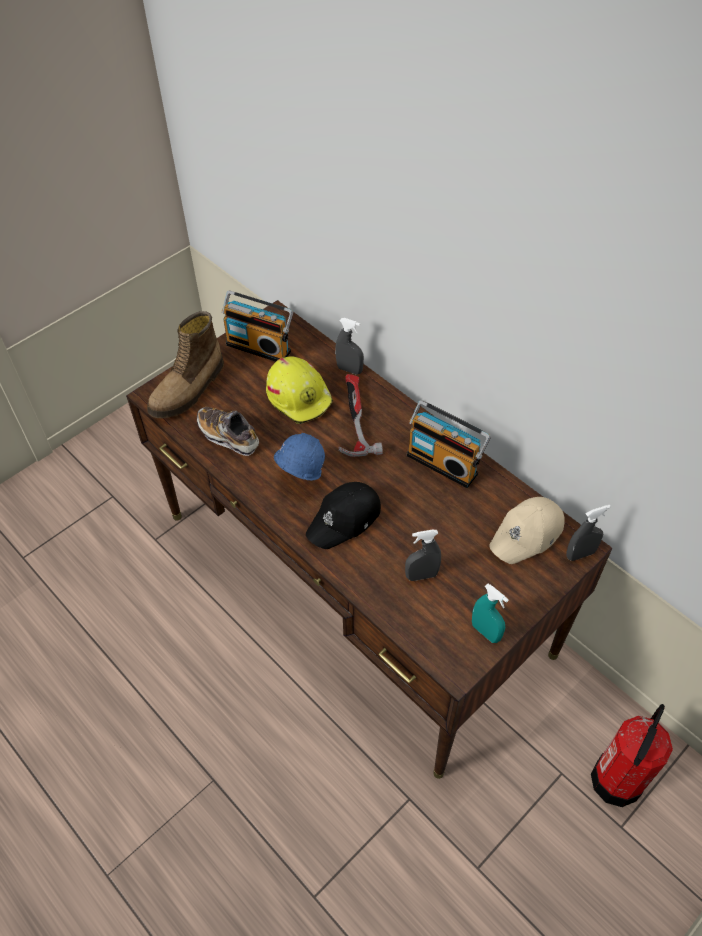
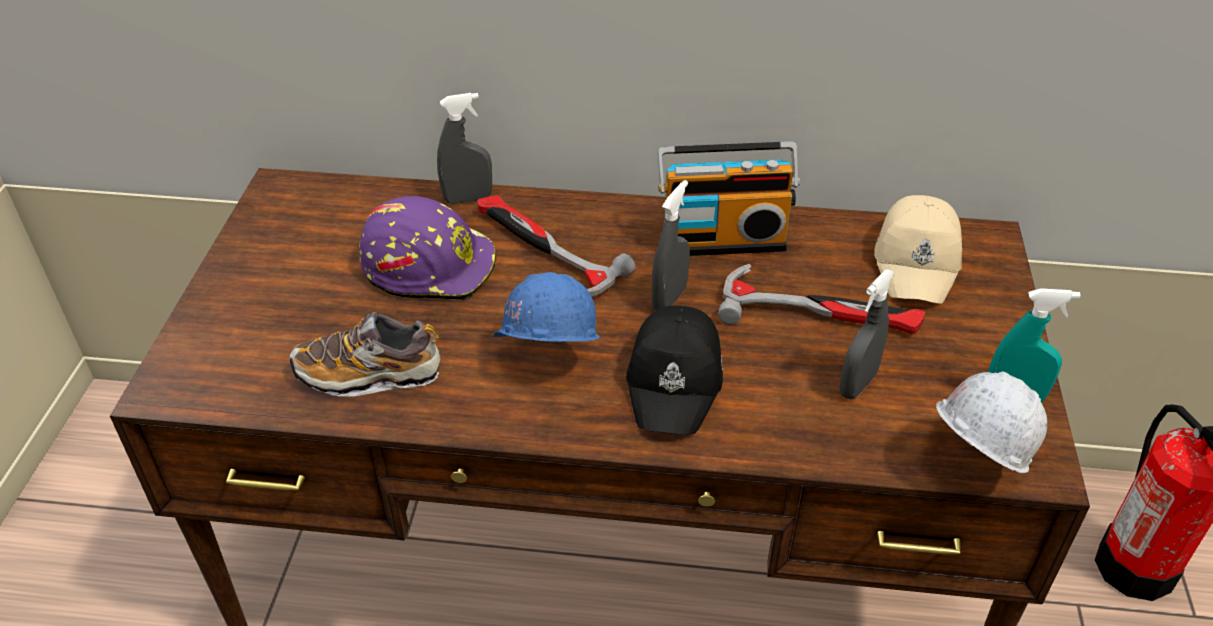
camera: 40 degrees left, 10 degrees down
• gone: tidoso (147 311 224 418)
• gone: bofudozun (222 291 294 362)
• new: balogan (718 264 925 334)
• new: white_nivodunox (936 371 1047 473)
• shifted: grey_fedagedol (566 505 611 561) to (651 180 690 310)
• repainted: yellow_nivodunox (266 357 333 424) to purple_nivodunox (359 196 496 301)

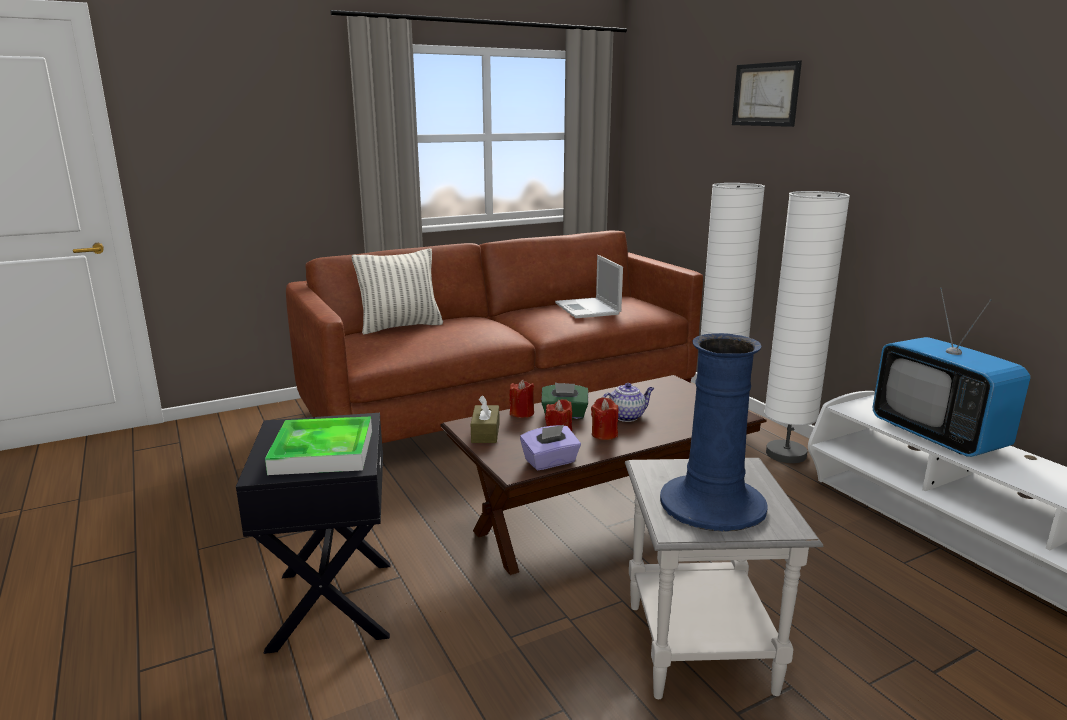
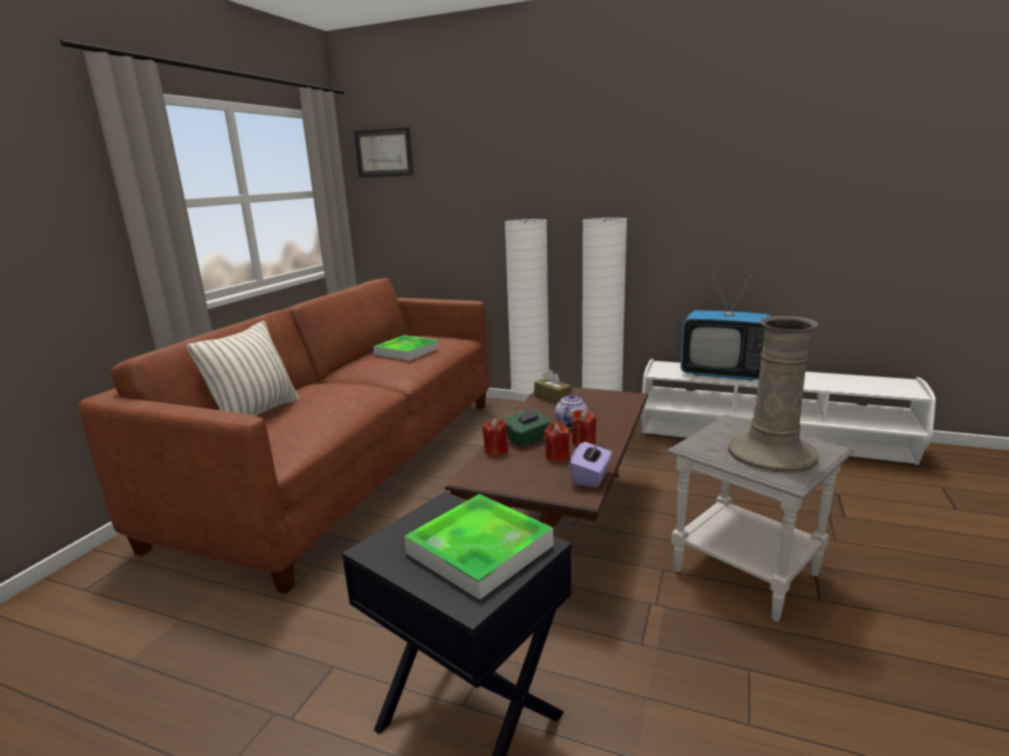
camera: 40 degrees left, 0 degrees up
• shifted: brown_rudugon (471 395 500 443) to (534 370 572 404)
• shifted: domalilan (732 60 802 127) to (354 127 413 178)
• swapped: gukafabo (555 255 623 318) to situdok (373 335 439 361)
• repainted: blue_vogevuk (660 333 768 532) to beige_vogevuk (728 316 819 473)

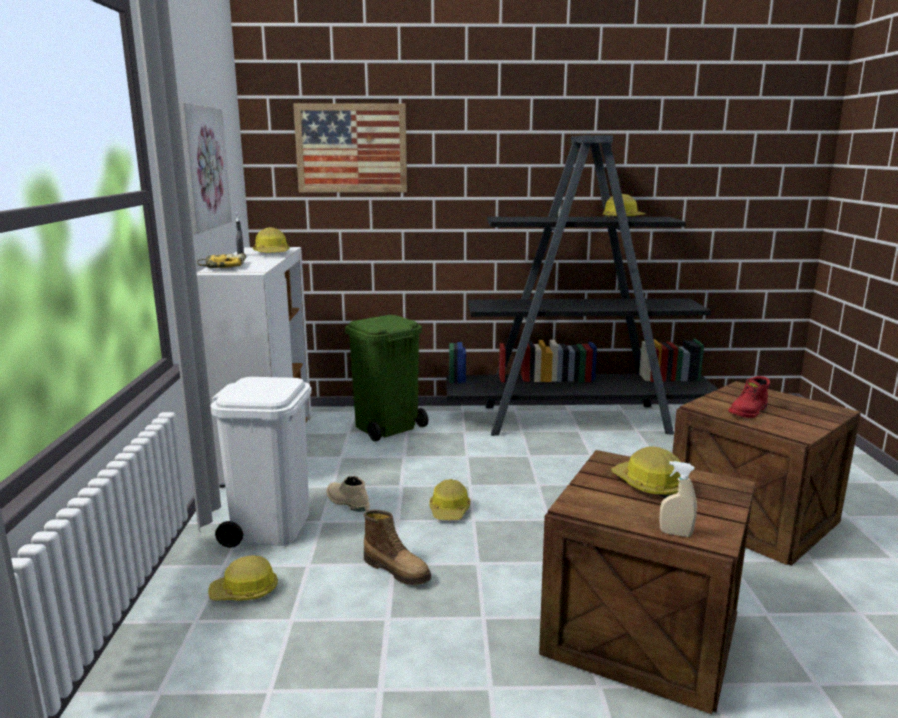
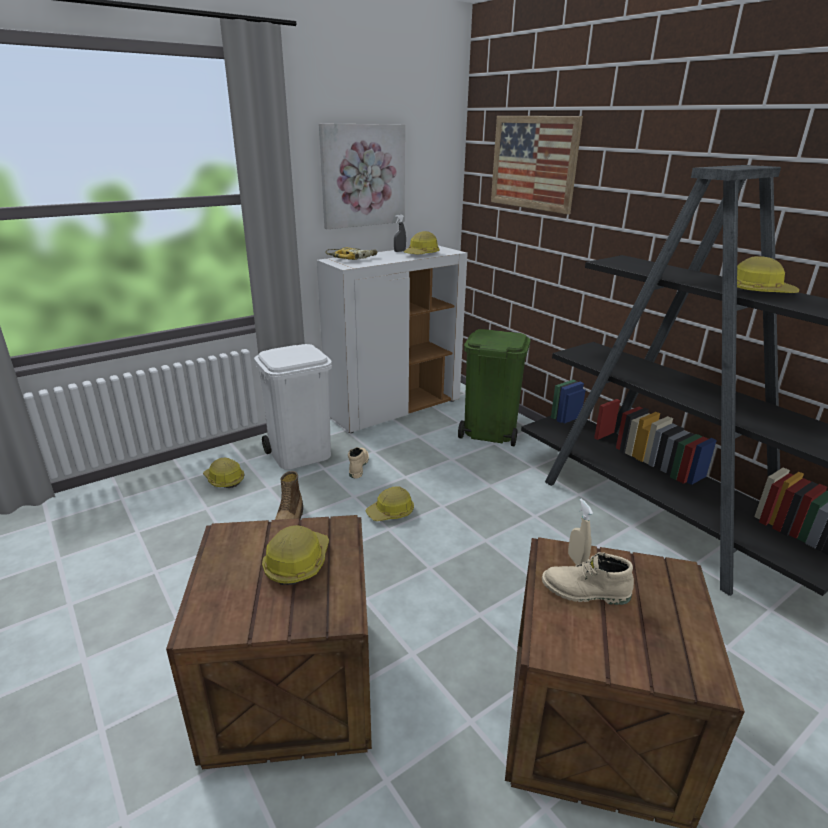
camera: 55 degrees right, 10 degrees up
• shifted: beige_fedagedol (659 461 697 537) to (568 498 593 565)
• repainted: red_tidoso (728 376 770 418) to beige_tidoso (542 552 634 605)

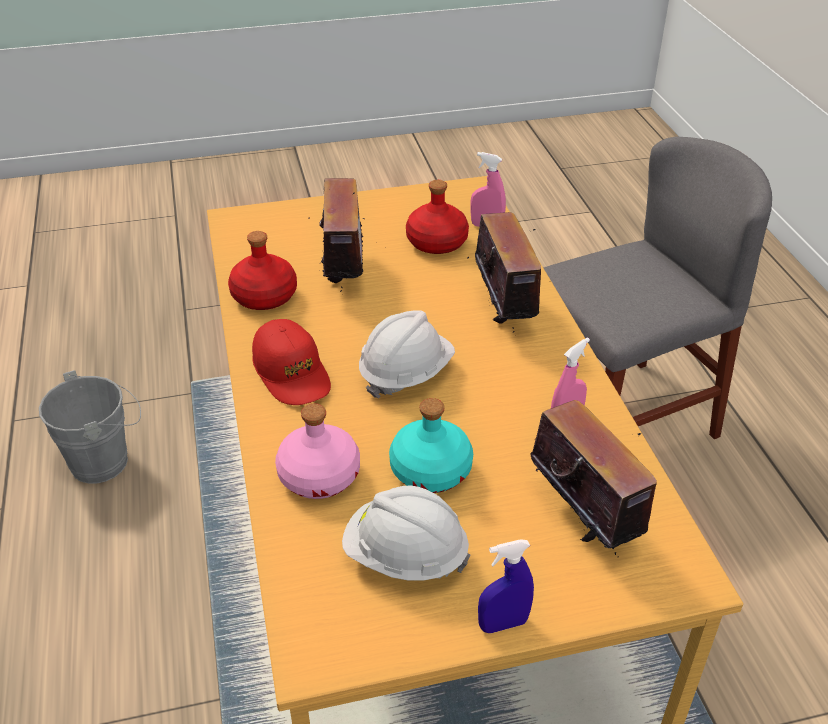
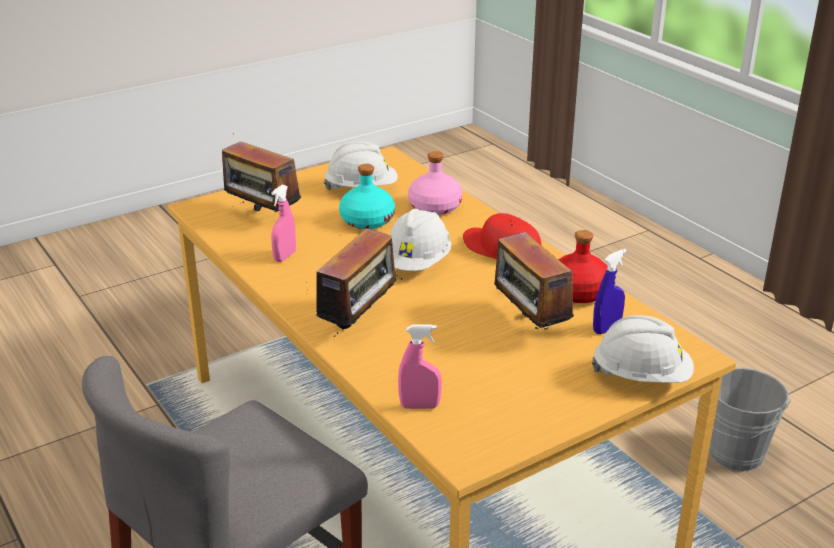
camera: 160 degrees right, 10 degrees down
• gone: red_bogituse (406 180 469 254)
• new: white_nivodunox (592 315 694 383)
• shifted: blue_fedagedol (478 539 534 633) to (593 249 627 334)
• rotated: bofudozun (467 212 541 333) = (316 228 403 337) 120 degrees counterclockwise

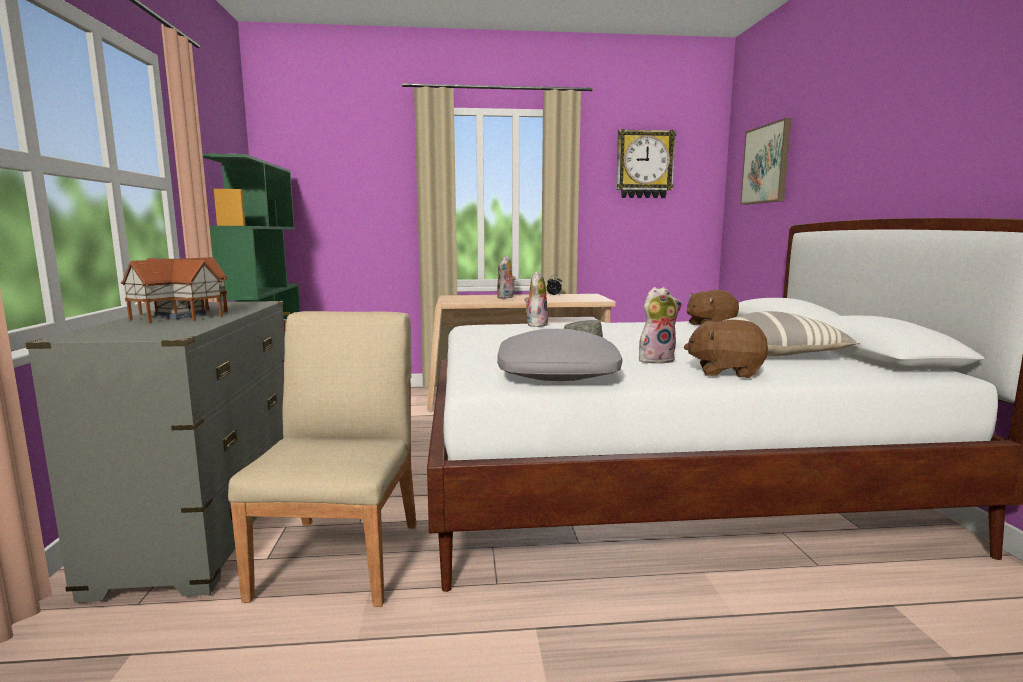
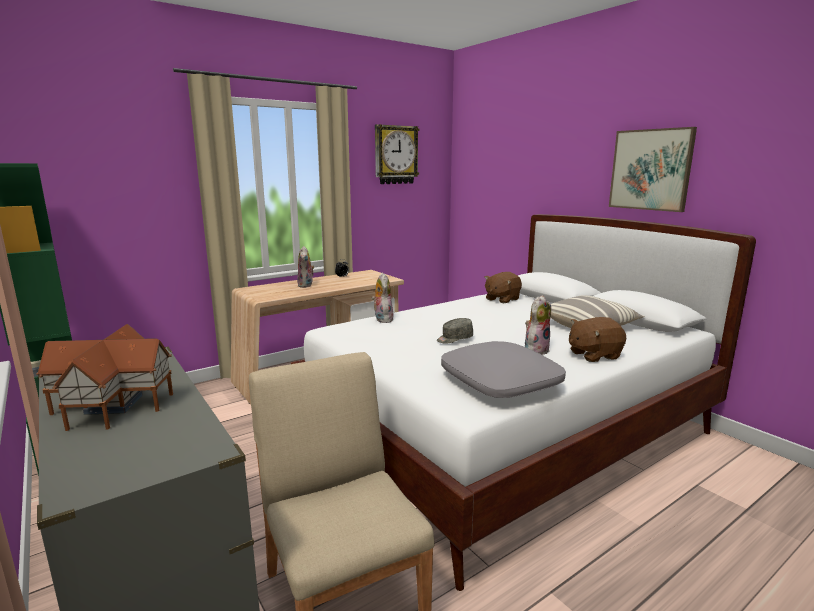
camera: 30 degrees left, 5 degrees up
• shifted: domalilan (740 118 791 205) to (609 127 697 212)

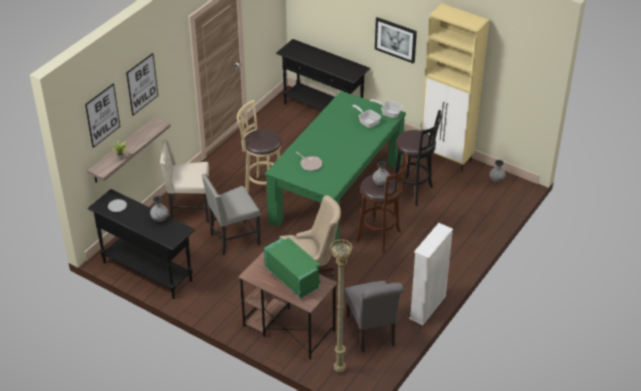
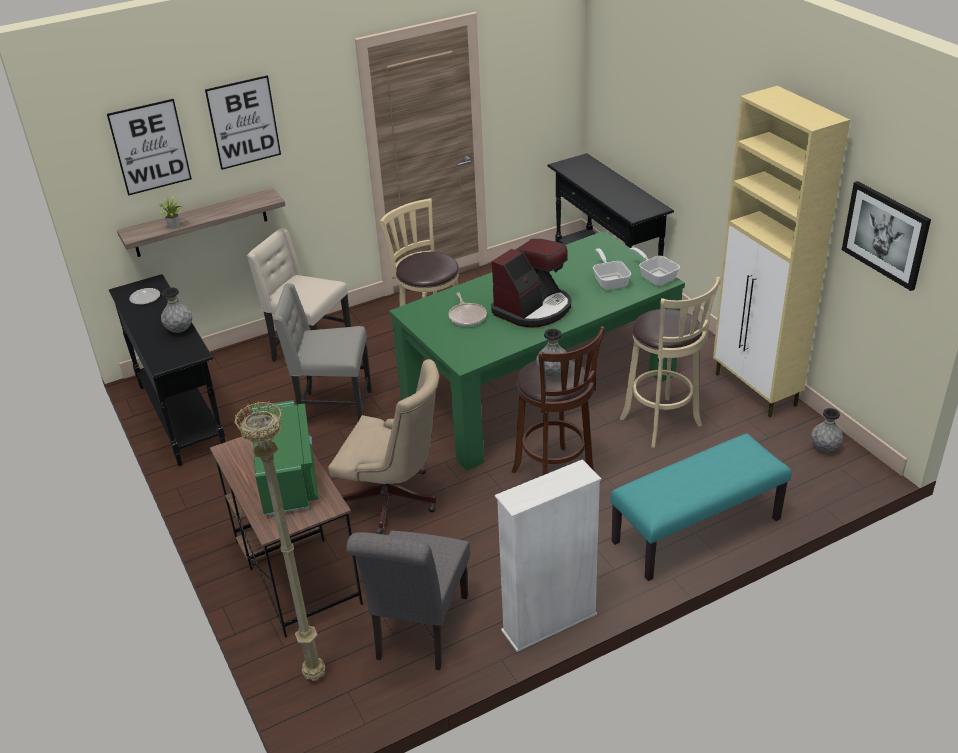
camera: 30 degrees right, 5 degrees down
• new: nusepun (491 239 571 327)
• new: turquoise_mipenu (610 434 792 581)
• shifted: domalilan (375 17 417 64) to (842 181 931 291)
• repainted: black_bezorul (394 110 442 206) to beige_bezorul (620 277 721 448)

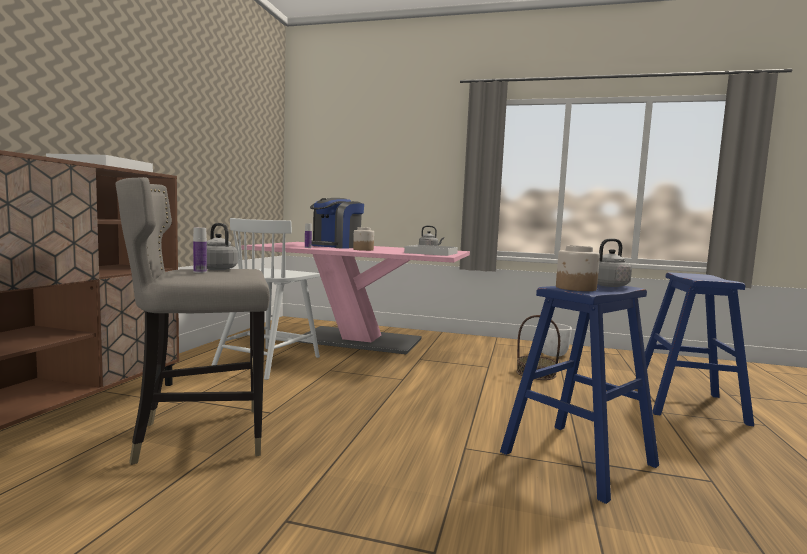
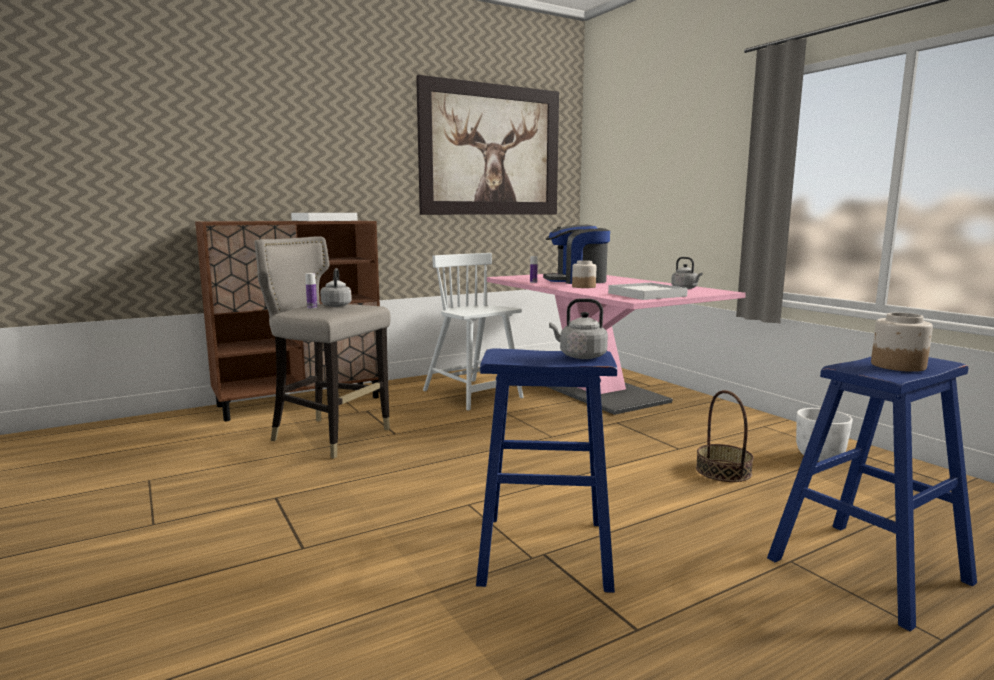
camera: 45 degrees right, 5 degrees up
• new: domalilan (416 75 559 215)
• shifted: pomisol (556 245 600 291) to (871 313 933 372)
• rotated: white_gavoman (211 218 320 380) = (423 253 524 411) 75 degrees clockwise

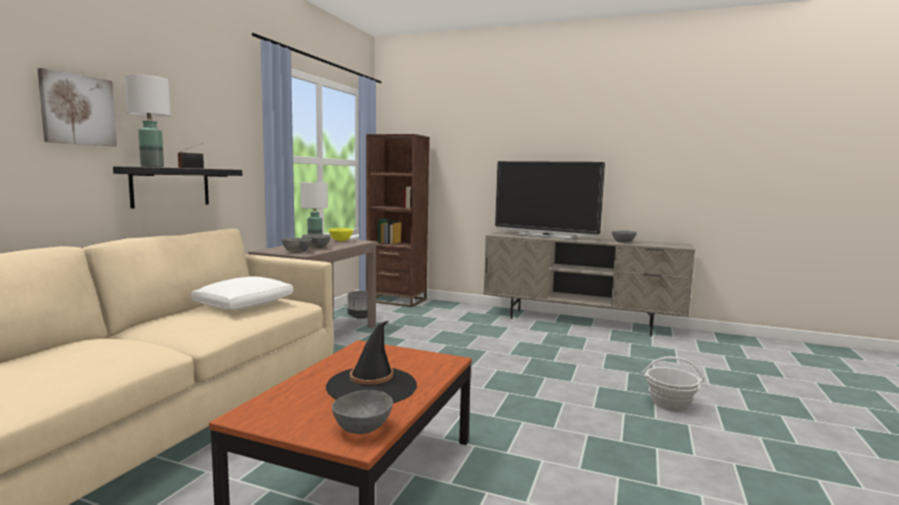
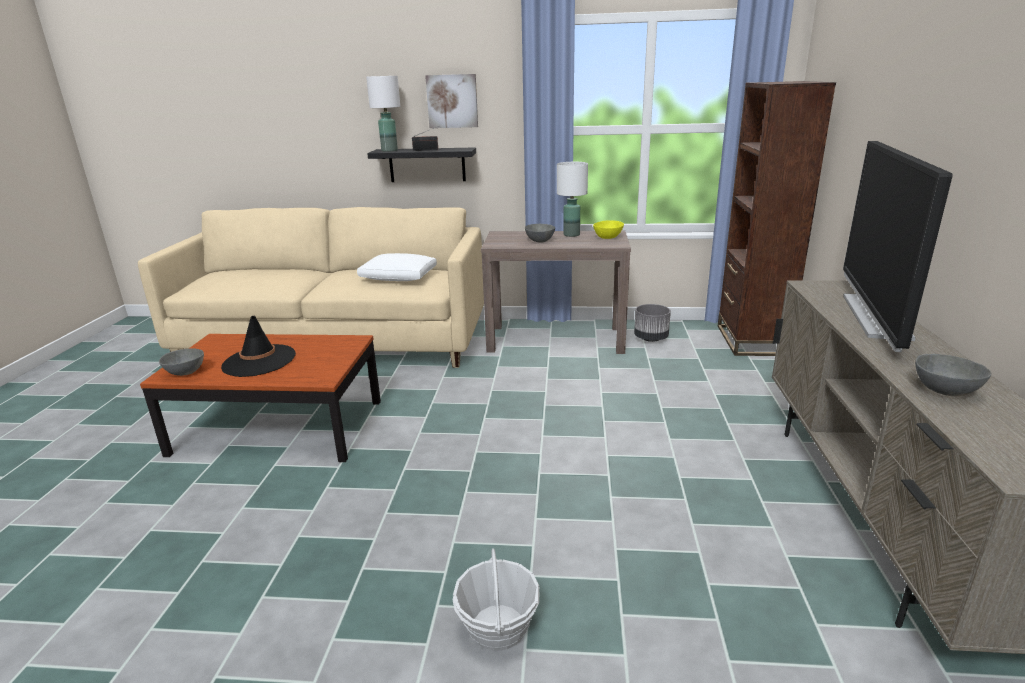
camera: 75 degrees right, 15 degrees up
• gone: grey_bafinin (281 238 312 253)
• shifted: domalilan (38 68 117 146) to (425 74 478 128)

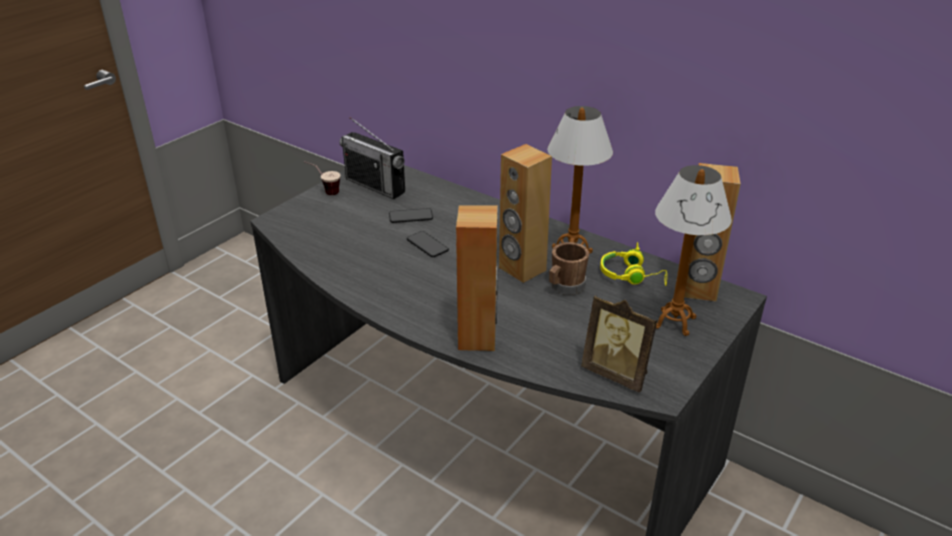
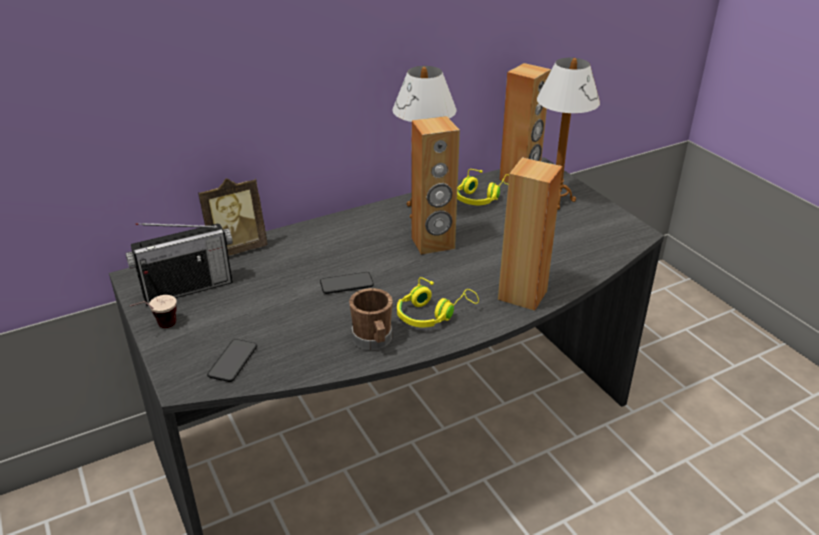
camera: 65 degrees left, 0 degrees up
• new: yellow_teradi (397 277 479 327)
• shifted: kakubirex (389 208 433 223) to (207 339 257 382)
• shifted: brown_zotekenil (549 242 589 295) to (349 288 393 350)
• shifted: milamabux (581 295 657 393) to (198 178 268 256)

